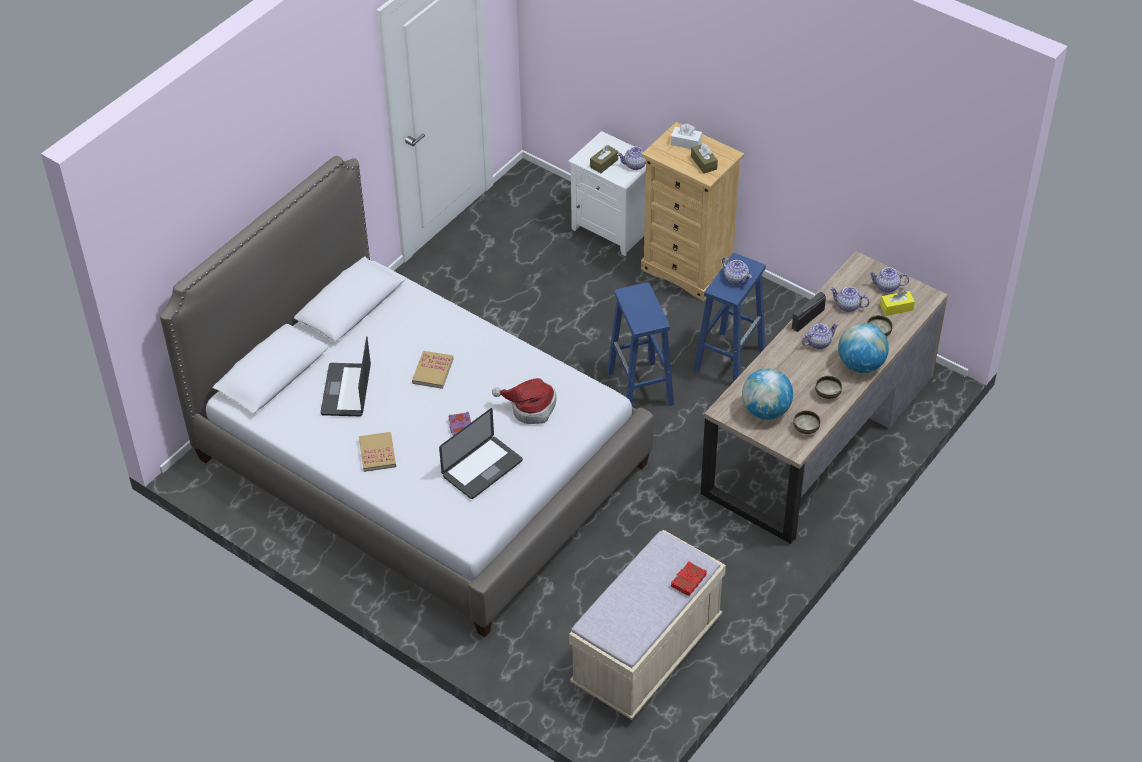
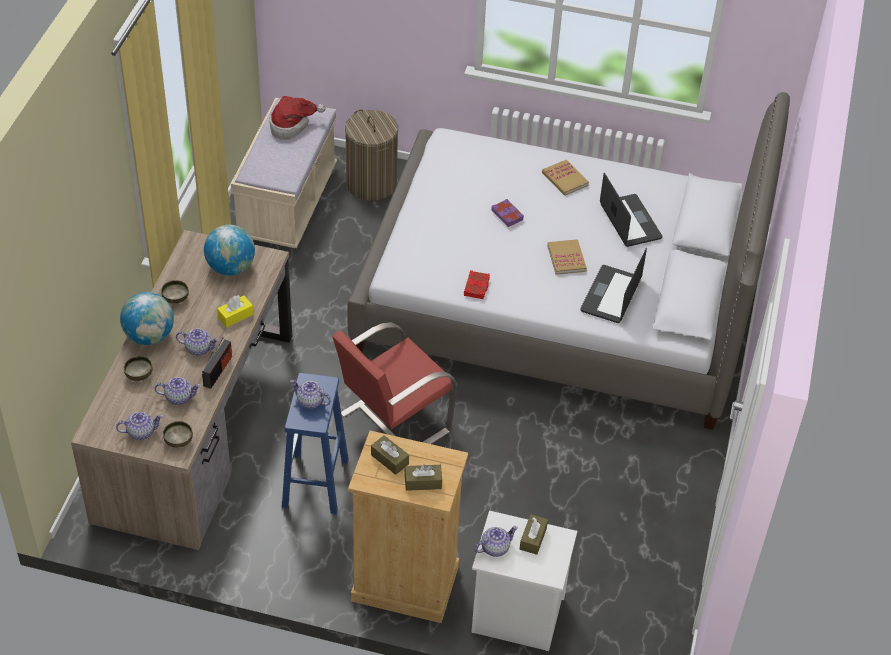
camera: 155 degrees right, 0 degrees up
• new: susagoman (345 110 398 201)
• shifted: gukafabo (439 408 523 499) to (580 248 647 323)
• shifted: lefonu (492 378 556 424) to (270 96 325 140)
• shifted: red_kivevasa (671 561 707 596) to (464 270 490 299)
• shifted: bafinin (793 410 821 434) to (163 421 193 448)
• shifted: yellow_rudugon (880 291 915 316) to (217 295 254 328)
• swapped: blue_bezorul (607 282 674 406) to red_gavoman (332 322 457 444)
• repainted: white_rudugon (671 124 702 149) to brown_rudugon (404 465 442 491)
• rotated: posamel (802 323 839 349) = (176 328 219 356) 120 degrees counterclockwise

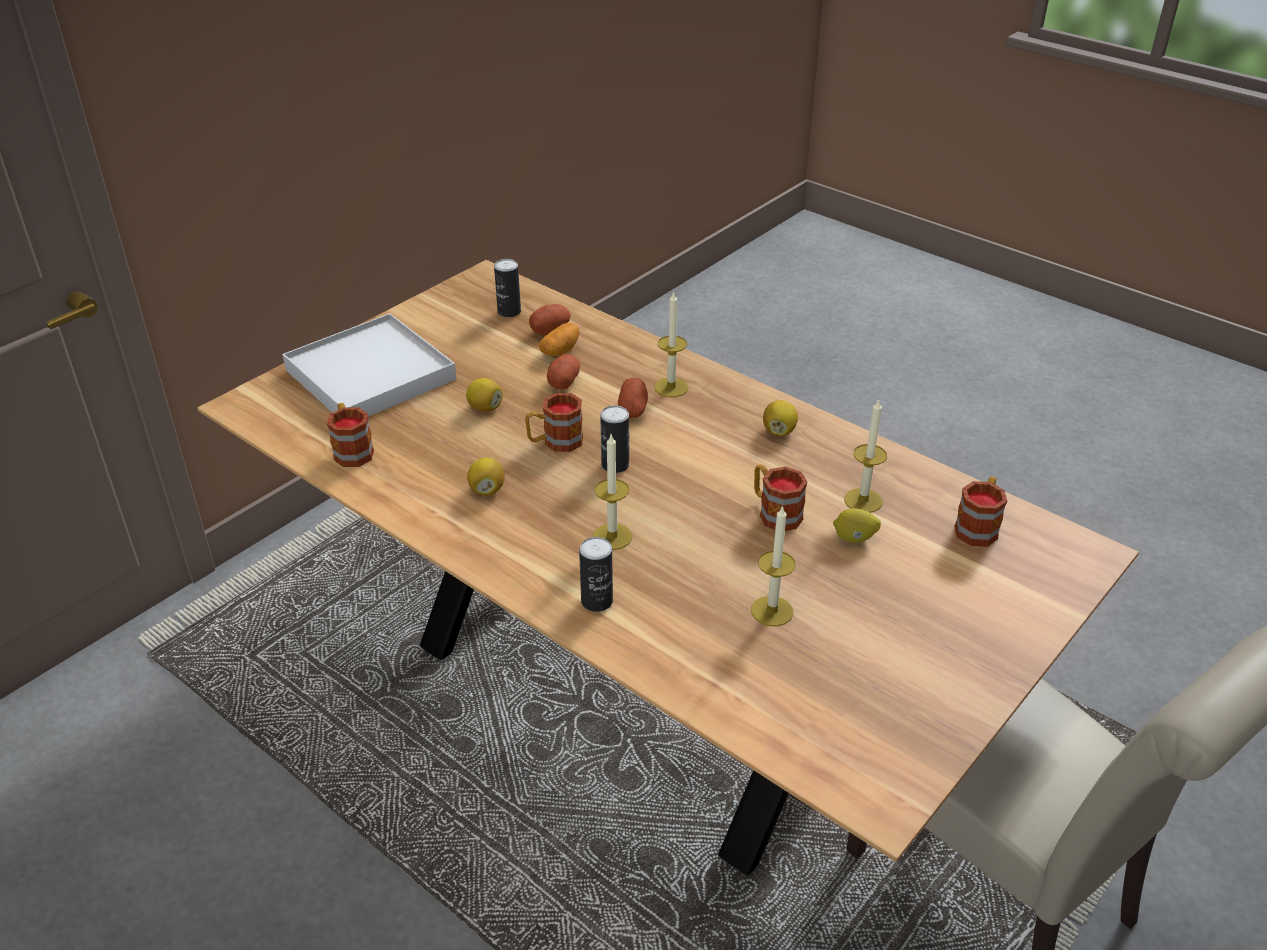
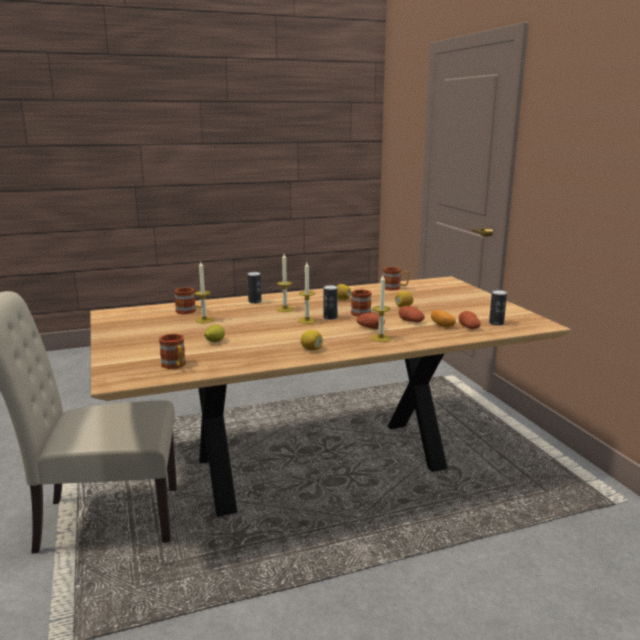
camera: 120 degrees right, 20 degrees down
• gone: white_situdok (282 313 456 417)
• shifted: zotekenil (754 465 807 531) to (174 287 201 315)
• shifted: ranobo (844 399 887 513) to (298 262 316 324)

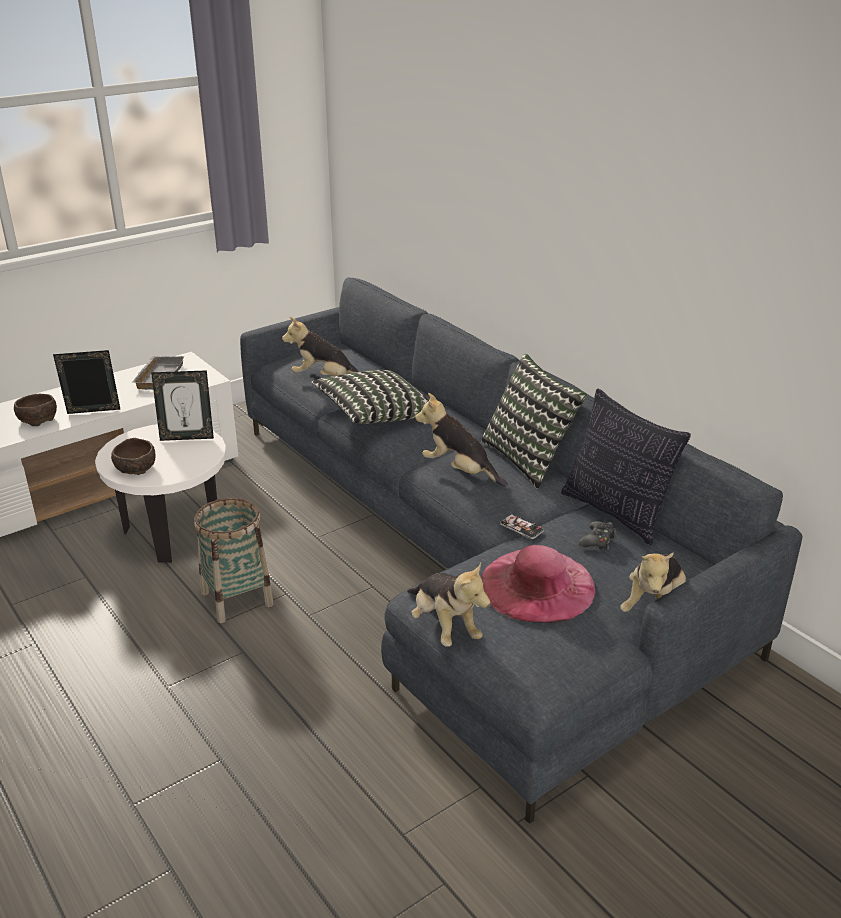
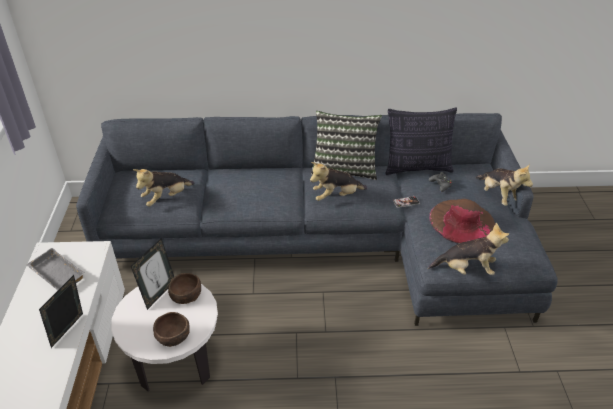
camera: 55 degrees left, 10 degrees up
• gone: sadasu (194 498 274 623)
• gone: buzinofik (311 370 429 424)
• shifted: brown_bafinin (14 394 57 426) to (168 273 201 304)
• repainted: pink_lefonu (481 545 595 623) to brown_lefonu (429 199 495 244)

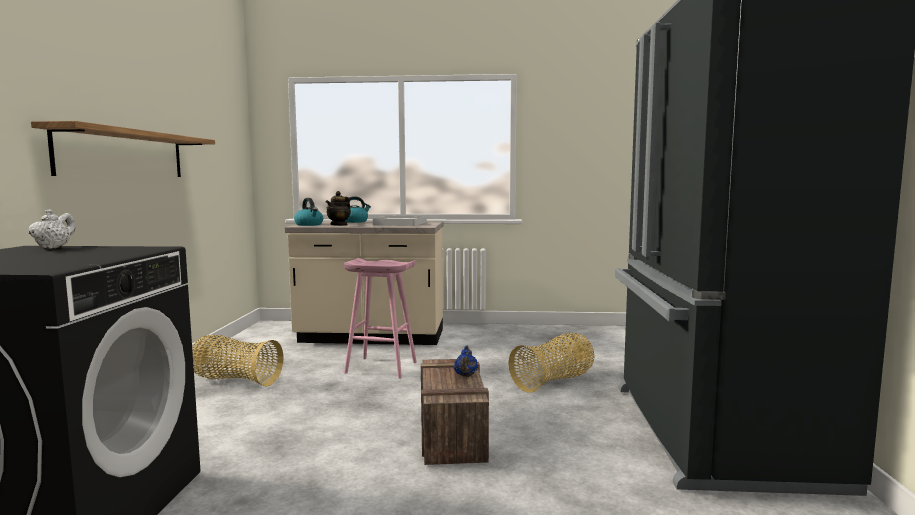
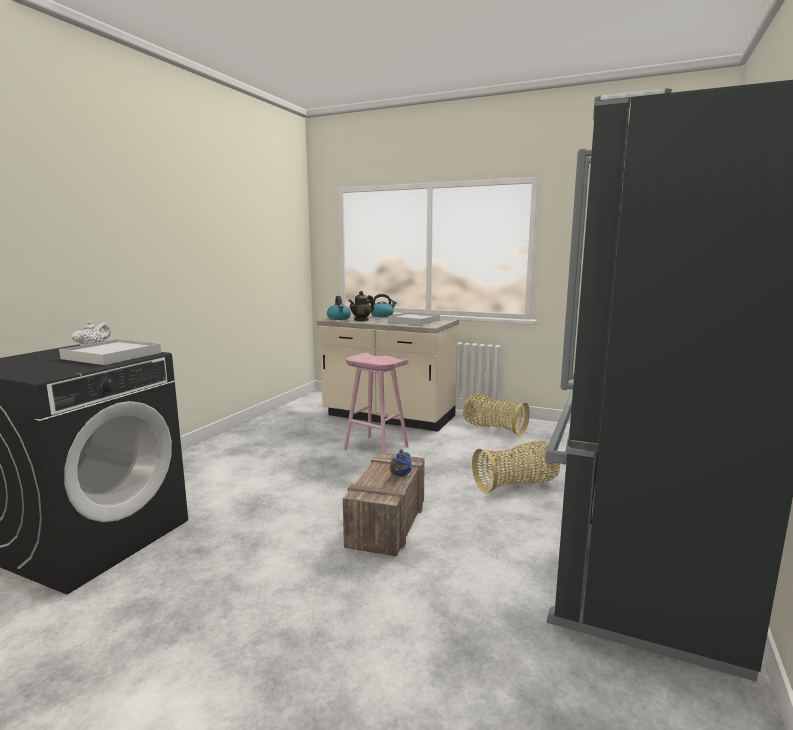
camera: 20 degrees right, 5 degrees up
• gone: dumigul (31 121 215 177)
• new: white_situdok (59 339 161 365)
• shifted: sadasu (192 335 284 387) to (463 394 530 436)

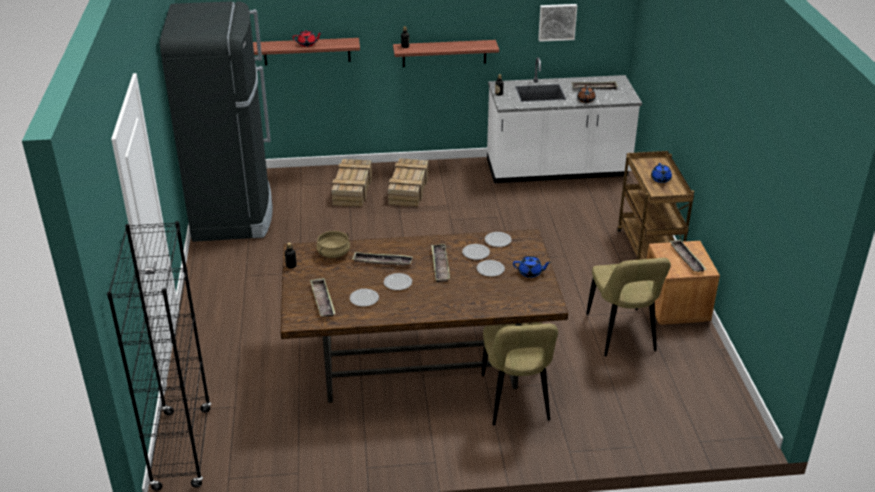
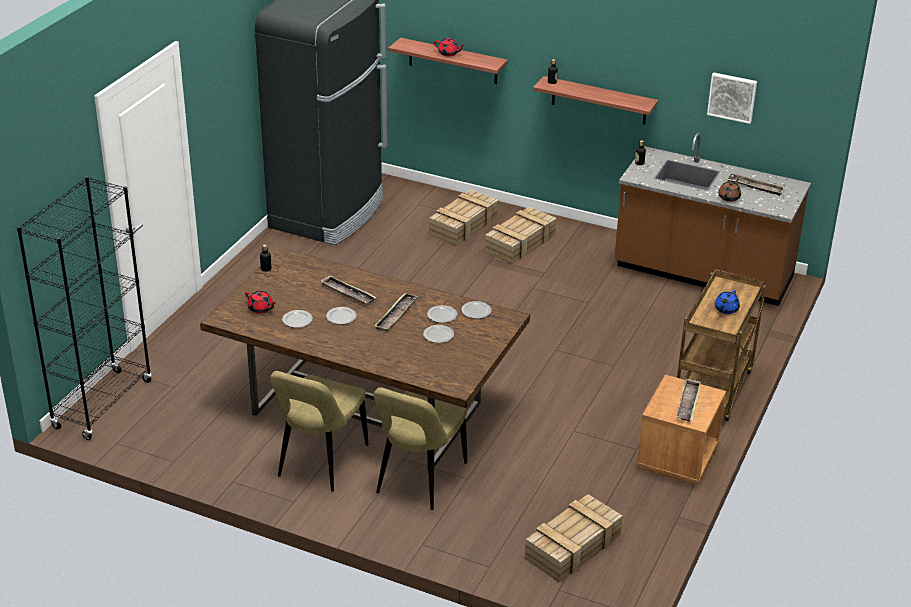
camera: 30 degrees right, 0 degrees up
• gone: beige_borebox (316 231 350 258)
• gone: blue_posamel (513 256 551 278)
• new: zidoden (525 494 623 582)
• shifted: beige_gavoman (586 258 671 357) to (270 371 369 491)
• swapped: situdok (310 278 336 317) to red_posamel (245 291 276 314)
• repainted: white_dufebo (487 57 642 183) to brown_dufebo (614 133 811 306)

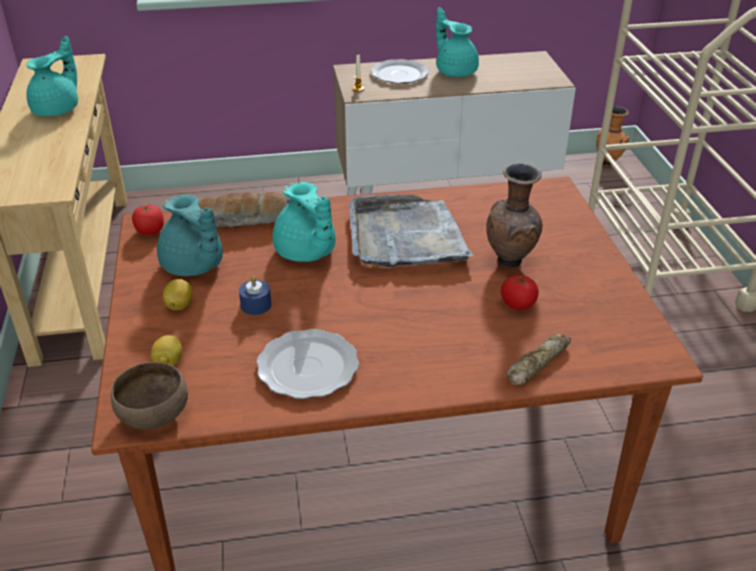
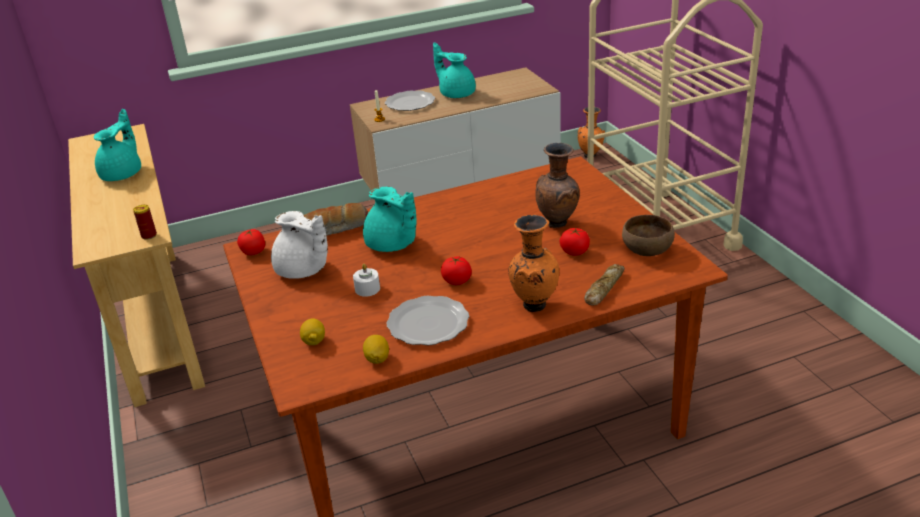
camera: 10 degrees left, 5 degrees down
• gone: grey_situdok (349 194 474 267)
• new: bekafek (133 205 157 240)
• new: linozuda (441 257 472 285)
• new: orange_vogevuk (508 215 559 312)
• shifted: brown_bafinin (111 362 188 430) to (622 215 675 256)
• shifted: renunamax (163 279 193 310) to (363 335 389 364)
• repainted: turquoise_posamel (157 195 223 276) to white_posamel (271 211 328 279)
• repainted: blue_ranobo (239 276 271 315) to white_ranobo (353 264 380 297)

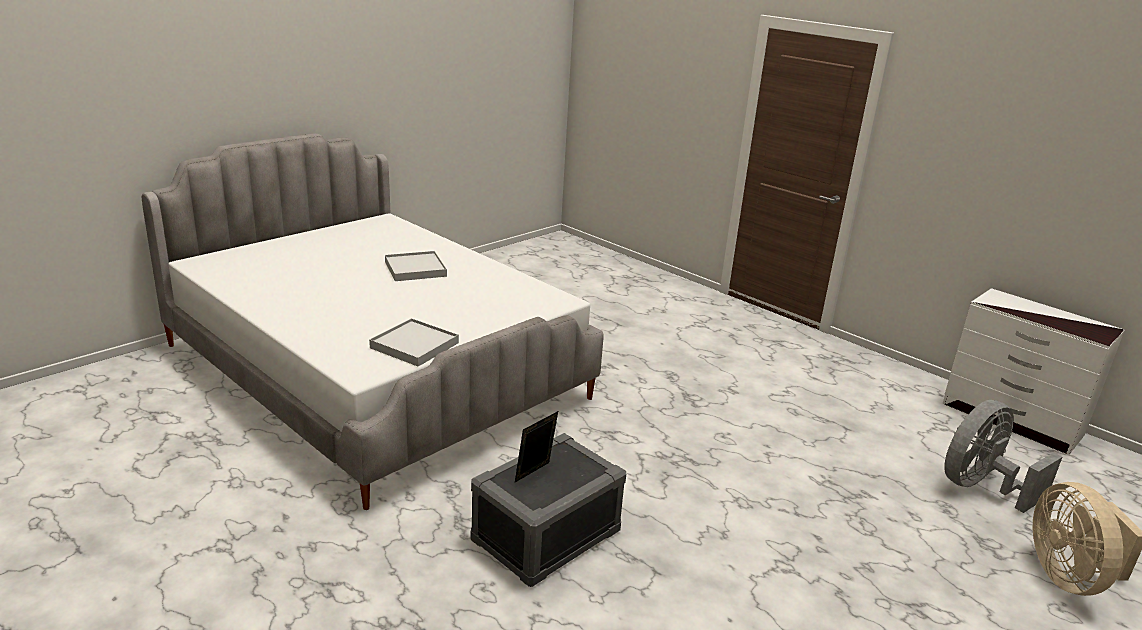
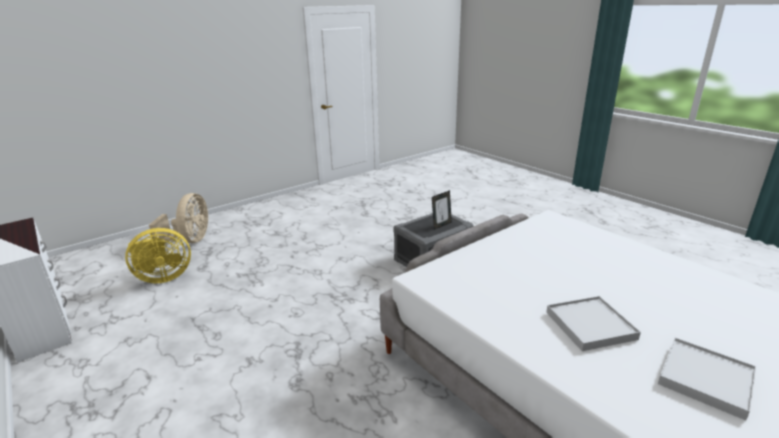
camera: 170 degrees left, 0 degrees up
• shifted: white_situdok (369 318 459 367) to (658 338 756 420)
• repainted: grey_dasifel (944 400 1062 513) to yellow_dasifel (125 228 191 283)

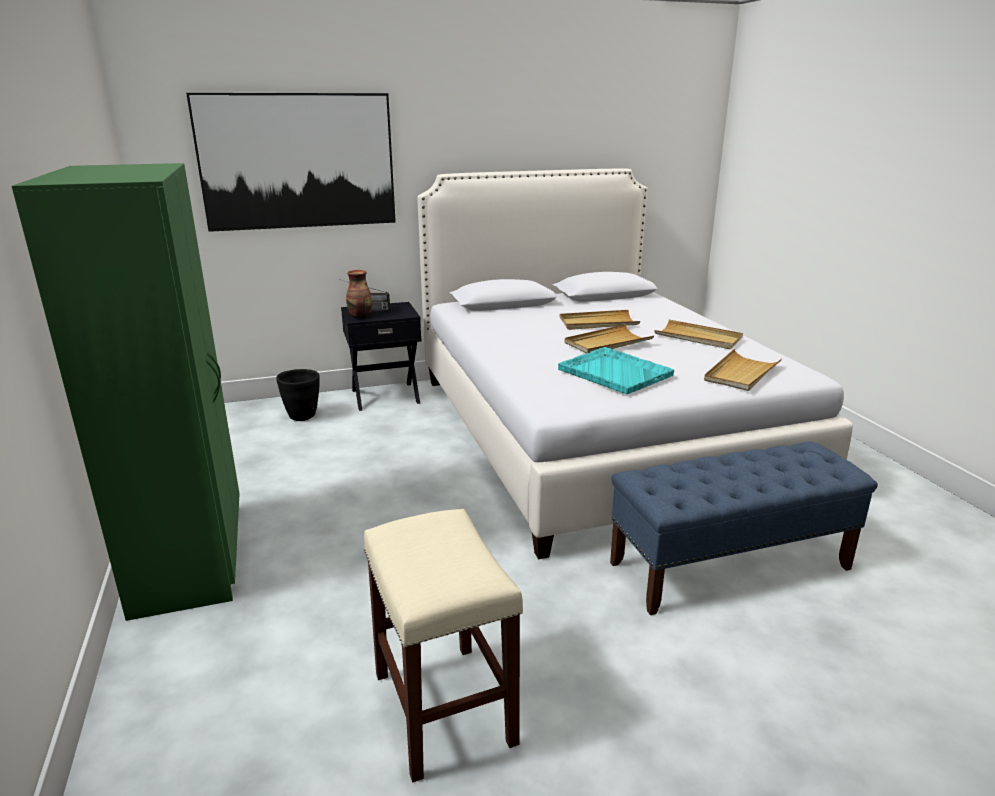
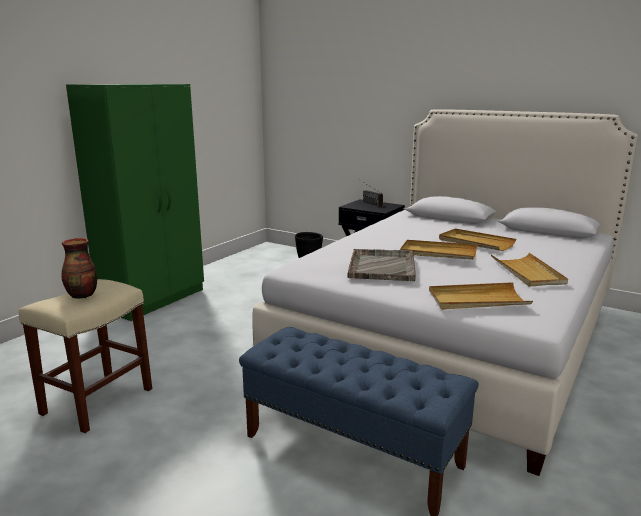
camera: 50 degrees right, 5 degrees down
• gone: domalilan (186 93 396 232)
• shifted: vogevuk (346 270 373 318) to (62 238 97 299)
• repainted: turquoise_situdok (558 347 674 394) to grey_situdok (347 249 416 281)

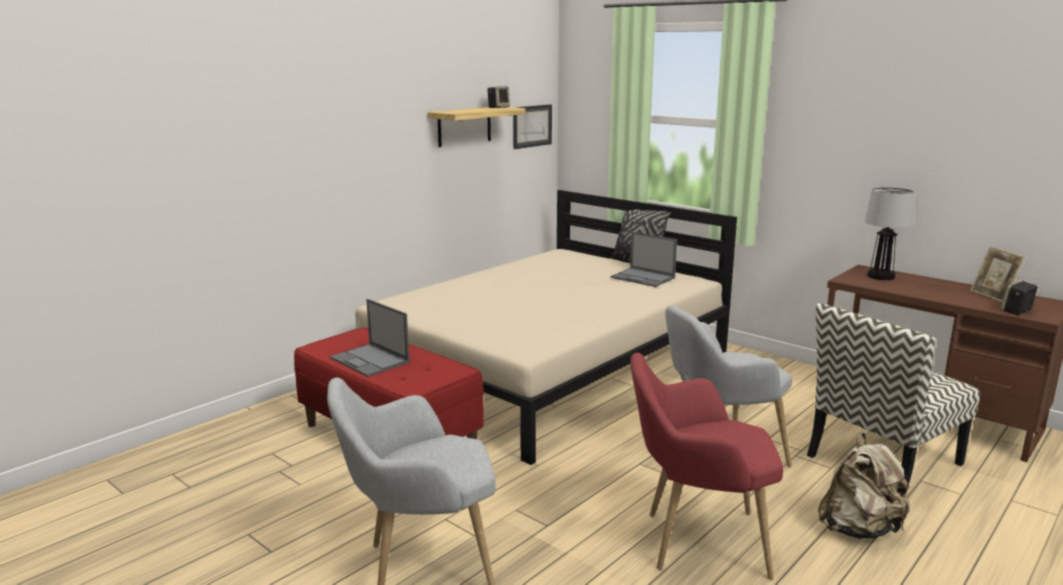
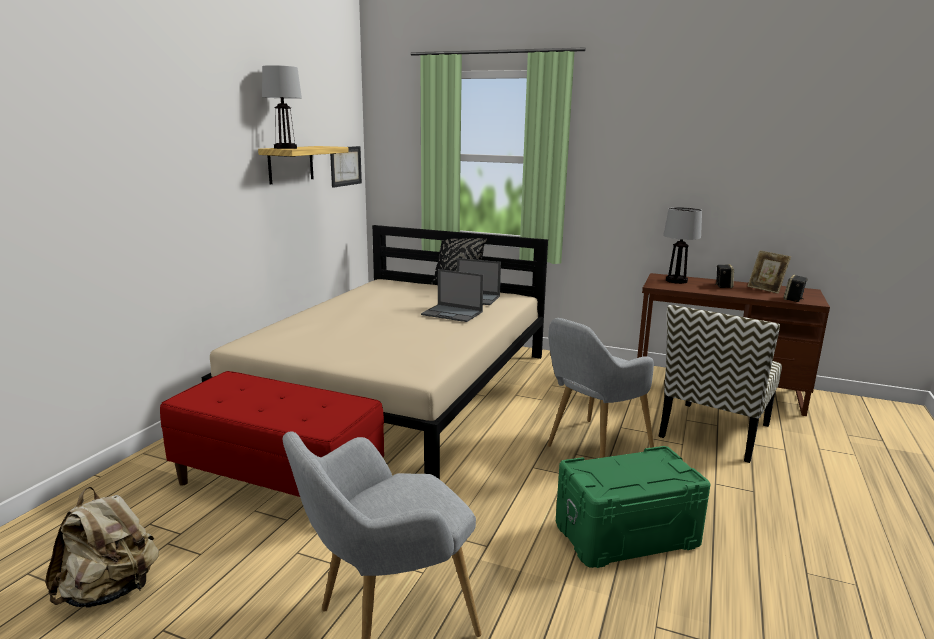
camera: 20 degrees left, 0 degrees up
• new: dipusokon (262 65 302 149)
• shifted: gukafabo (329 299 409 377) to (421 269 483 322)
• shifted: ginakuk (487 86 510 108) to (715 264 734 288)
• shifted: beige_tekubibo (818 433 912 539) to (45 487 159 608)
• swapped: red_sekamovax (630 353 783 579) to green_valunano (556 446 710 568)

